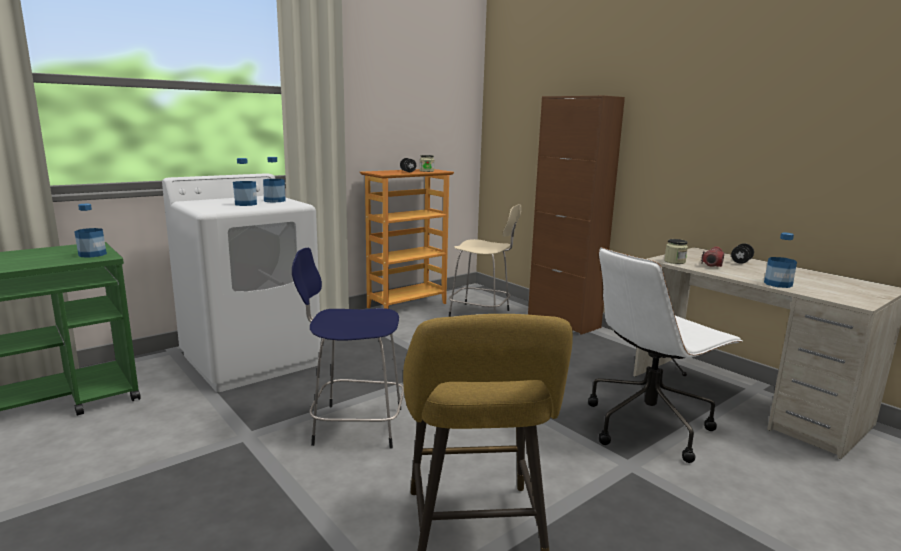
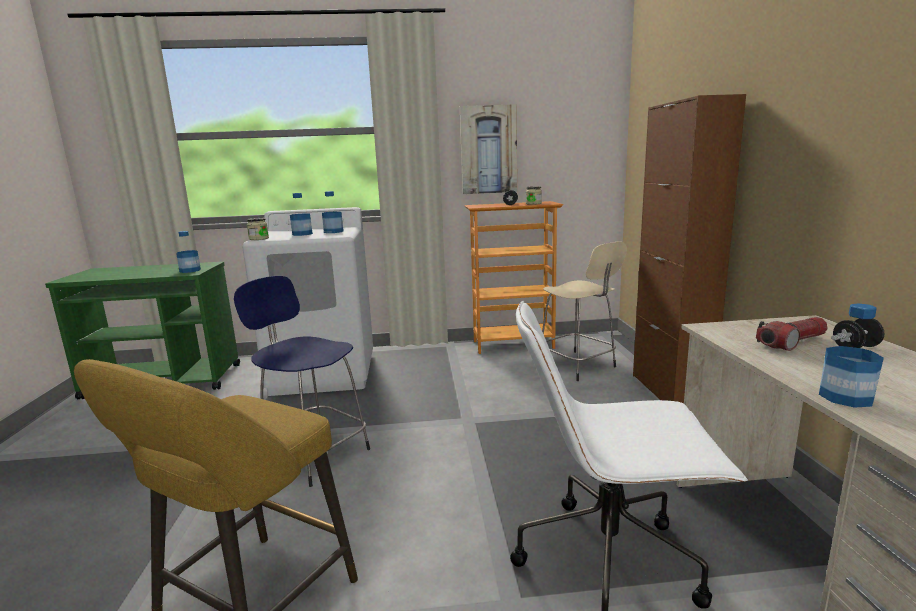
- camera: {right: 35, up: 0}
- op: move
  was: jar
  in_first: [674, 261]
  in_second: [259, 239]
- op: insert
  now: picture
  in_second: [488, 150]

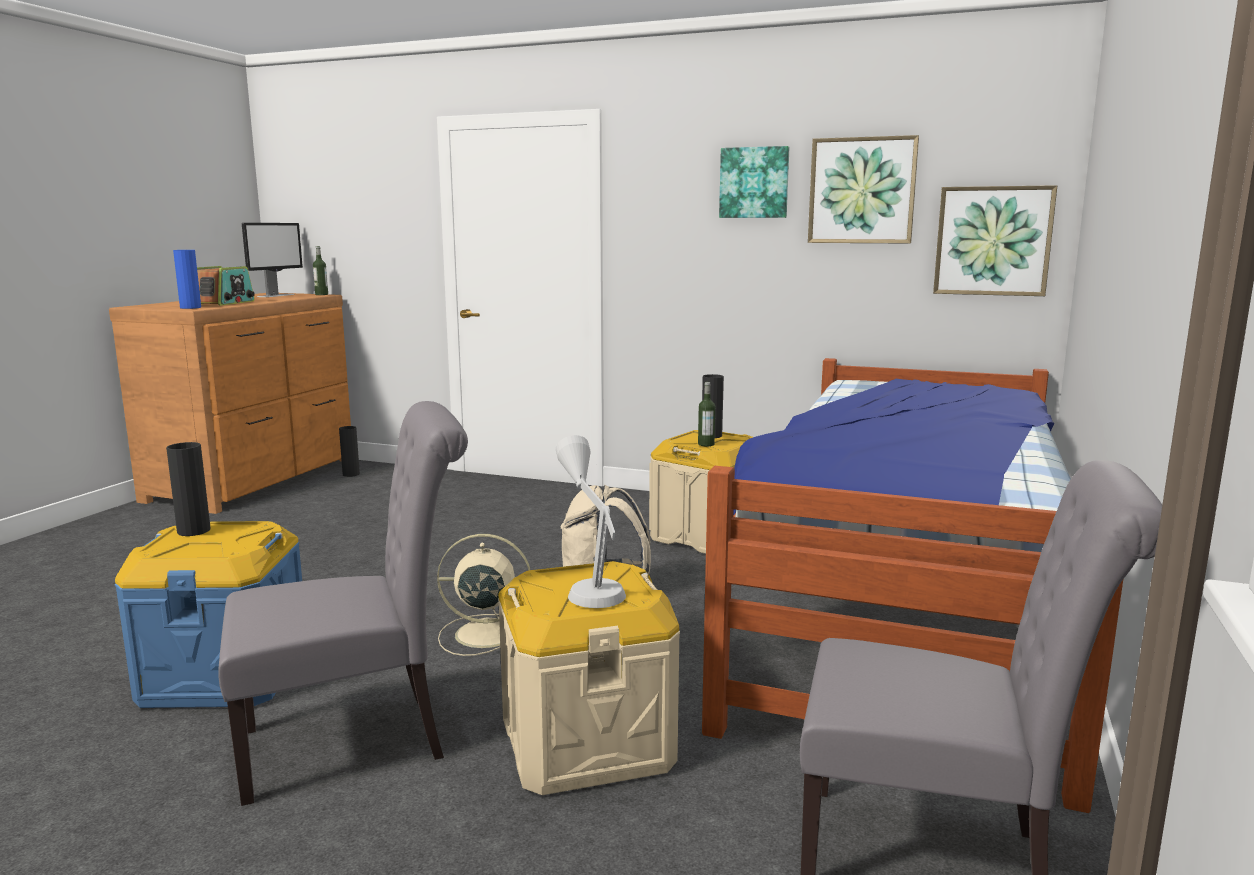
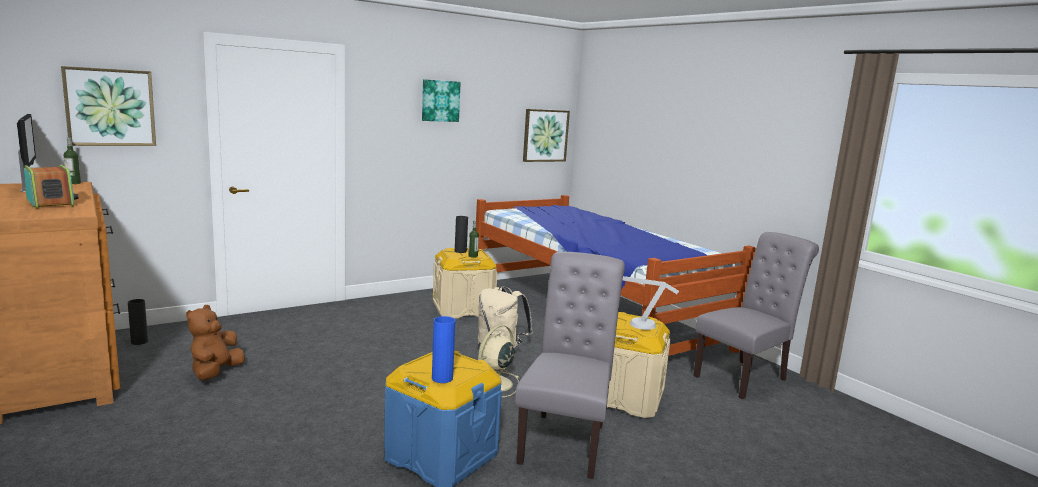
- camera: {right: -55, up: 0}
- op: delete
  was: black vase
  in_first: [194, 531]
- op: move
  was: blue vase
  in_first: [190, 307]
  in_second: [442, 378]
- op: move
  was: picture
  in_first: [862, 191]
  in_second: [110, 107]
- op: insert
  now: brown plush toy
  in_second: [215, 373]

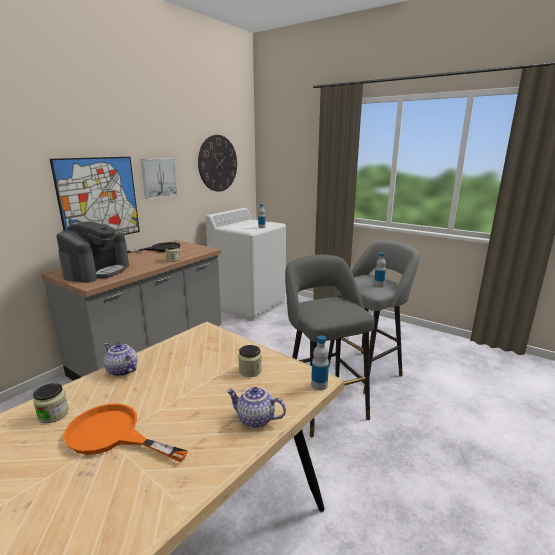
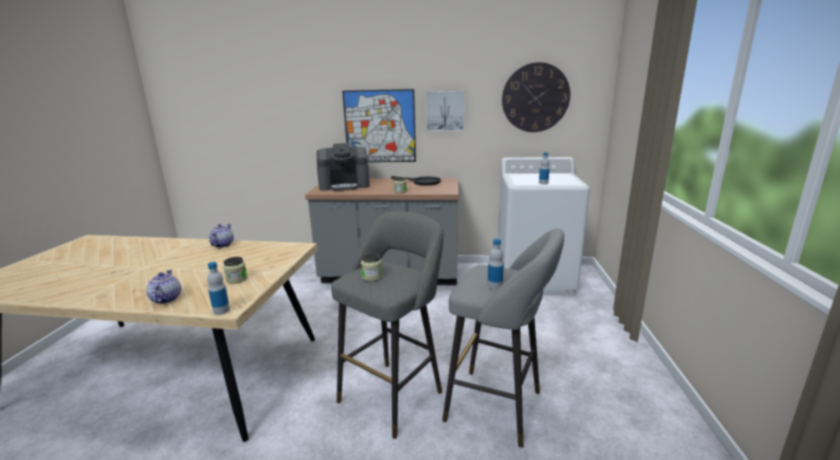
- camera: {right: 60, up: 0}
- op: move
  was: jar
  in_first: [53, 414]
  in_second: [372, 276]
- op: delete
  was: orange frying pan
  in_first: [113, 435]

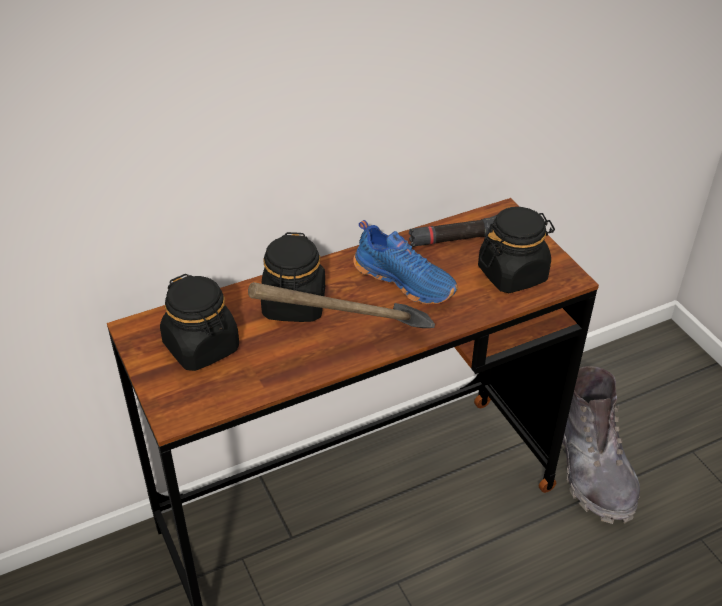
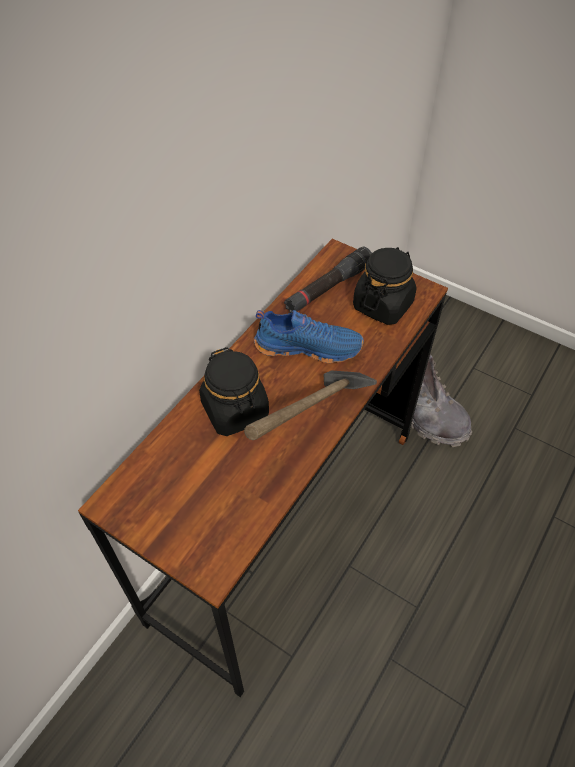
- camera: {right: -30, up: 10}
- op: delete
  was: black jar
  in_first: [202, 347]

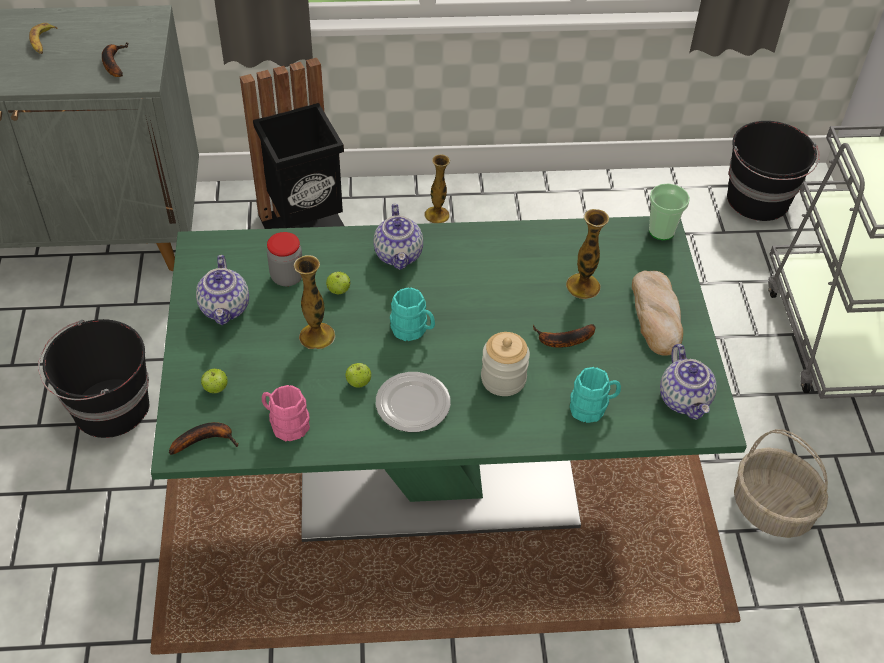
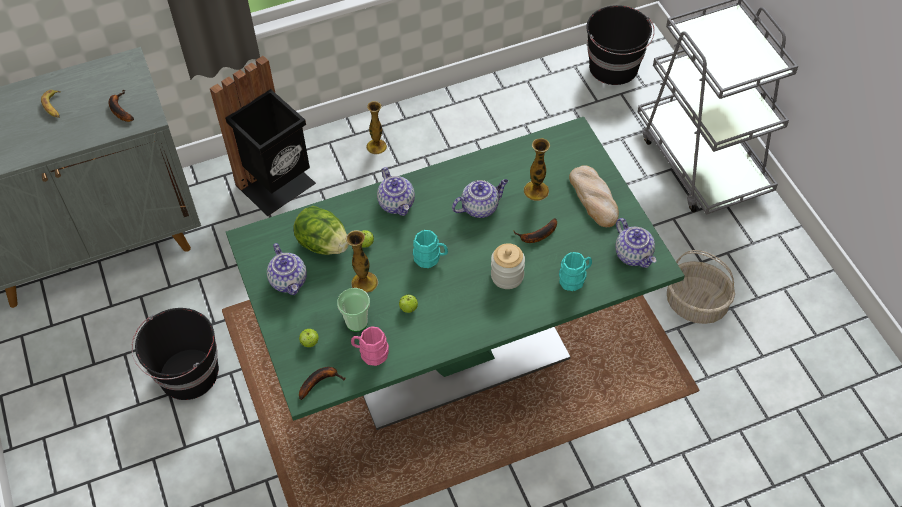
- camera: {right: -15, up: 5}
- op: replace
  was: jar
  now: lettuce
  in_first: [287, 277]
  in_second: [323, 244]
- op: delete
  was: plate
  in_first: [413, 405]
- op: move
  was: cup
  in_first: [661, 231]
  in_second: [356, 322]
- op: insert
  now: teapot
  in_second: [480, 207]

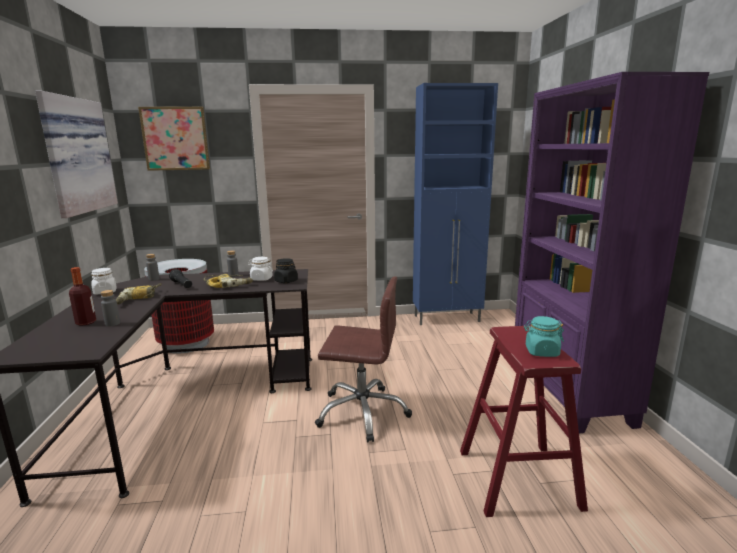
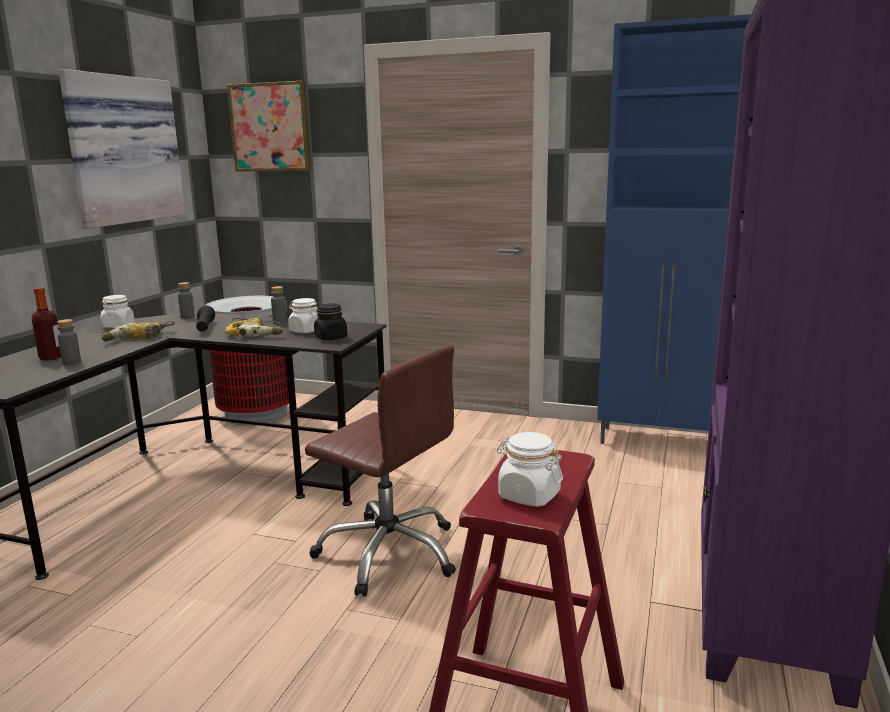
- camera: {right: 25, up: 0}
- op: recolor
  was: turquoise jar
  now: white jar
  in_first: [541, 352]
  in_second: [528, 495]

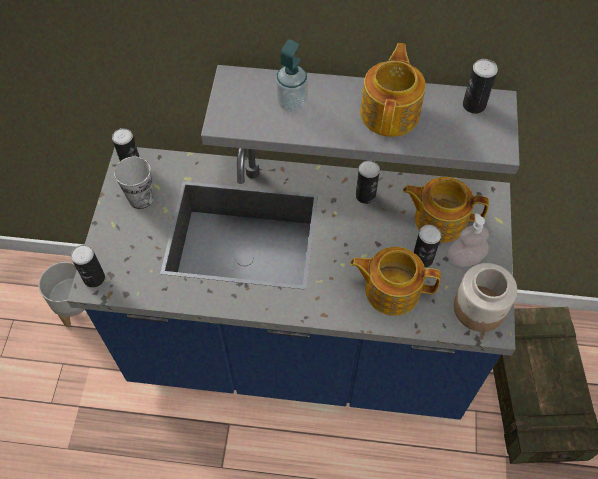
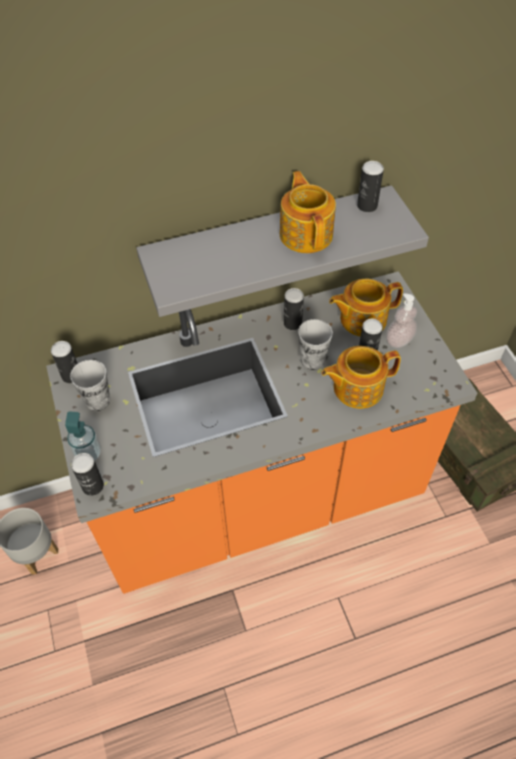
- camera: {right: -25, up: -5}
- op: recolor
  was: blue counter
  now: orange counter
  in_first: [298, 350]
  in_second: [260, 499]
- op: move
  was: soap dispenser
  in_first: [292, 102]
  in_second: [88, 454]
- op: delete
  was: jar
  in_first: [479, 308]
- op: insert
  now: cup
  in_second: [312, 360]

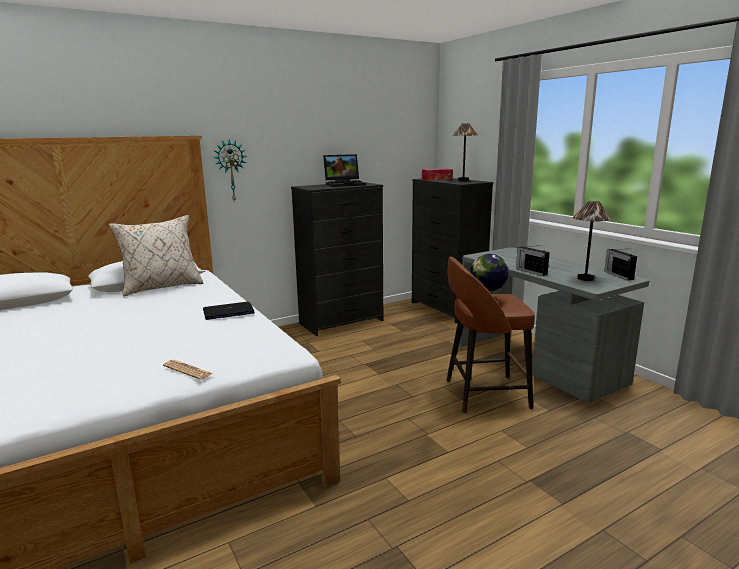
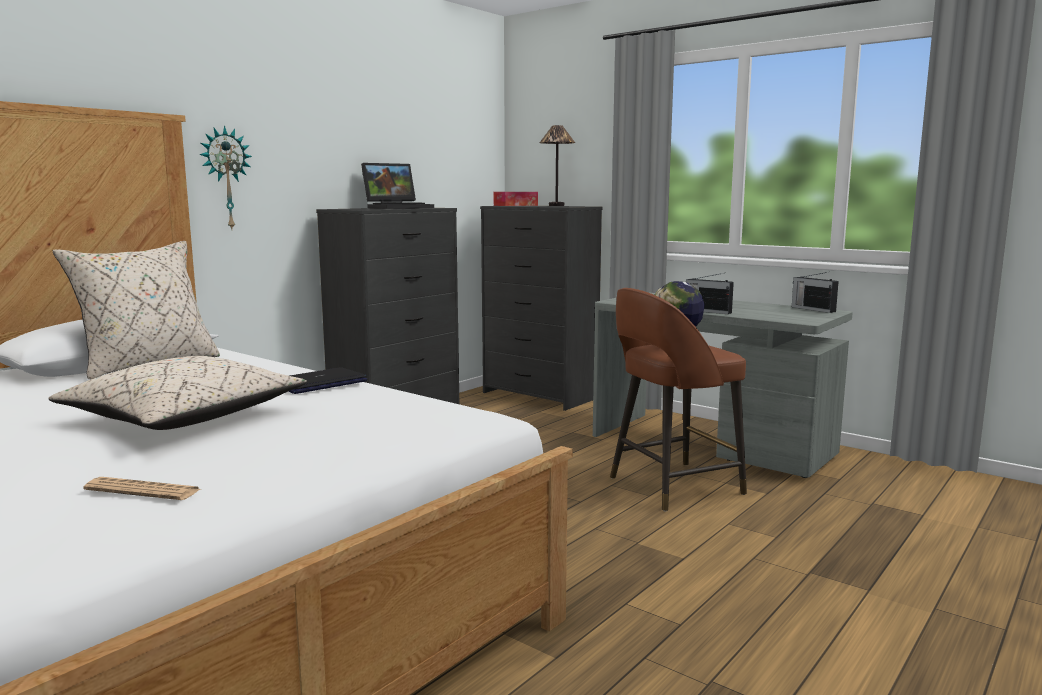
- camera: {right: -20, up: -5}
- op: move
  was: newspaper
  in_first: [187, 370]
  in_second: [143, 490]
- op: delete
  was: table lamp
  in_first: [585, 278]
- op: insert
  now: beige pillow
  in_second: [183, 418]

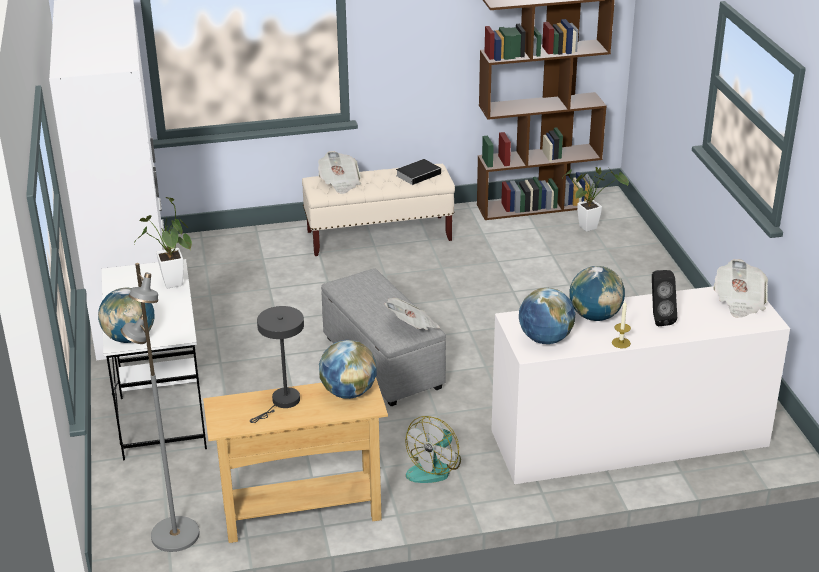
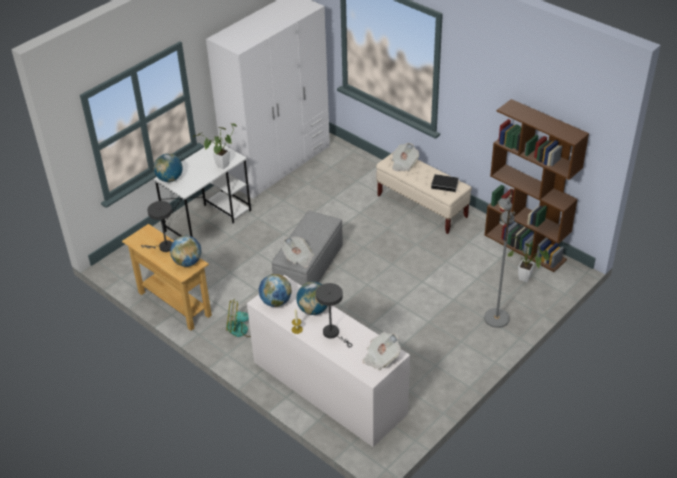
- camera: {right: 55, up: 10}
- op: move
  was: grey floor lamp
  in_first: [174, 535]
  in_second: [496, 318]
- op: replace
  was: black speaker
  now: grey table lamp
  in_first: [658, 319]
  in_second: [333, 334]

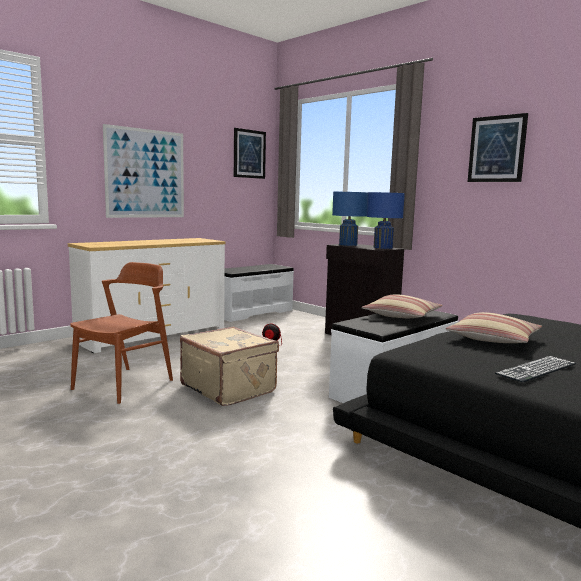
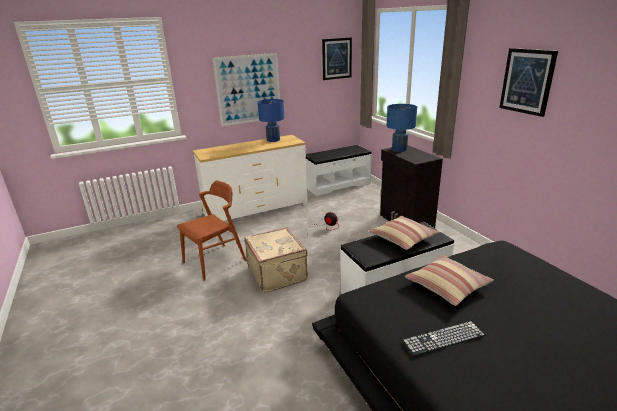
- camera: {right: 20, up: 15}
- op: move
  was: blue table lamp
  in_first: [382, 247]
  in_second: [273, 140]

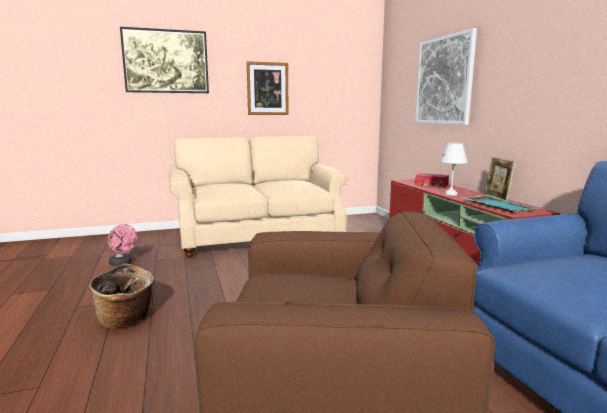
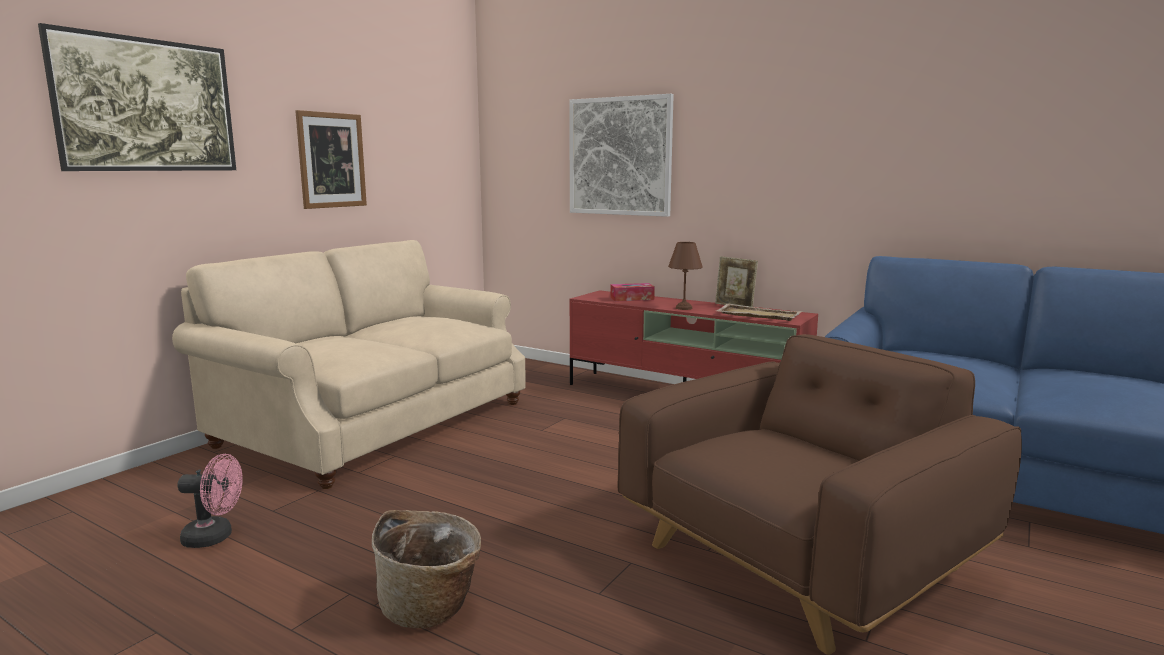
- camera: {right: -40, up: 0}
- op: recolor
  was: white table lamp
  now: brown table lamp
  in_first: [451, 194]
  in_second: [684, 308]
- op: recolor
  was: turquoise tray
  now: beige tray
  in_first: [497, 205]
  in_second: [757, 315]

